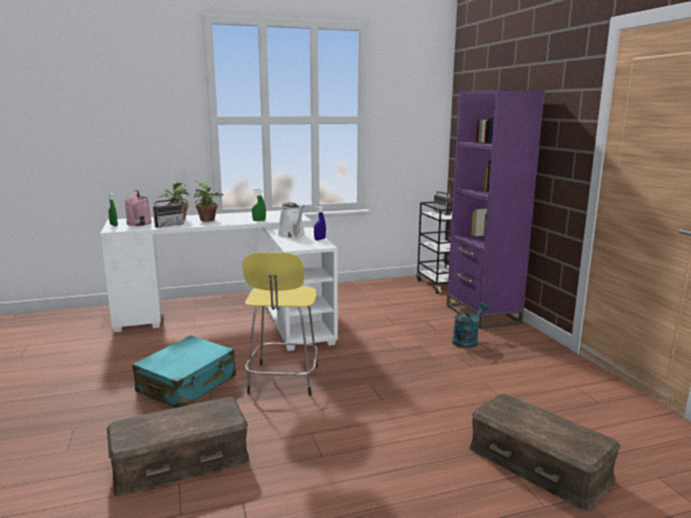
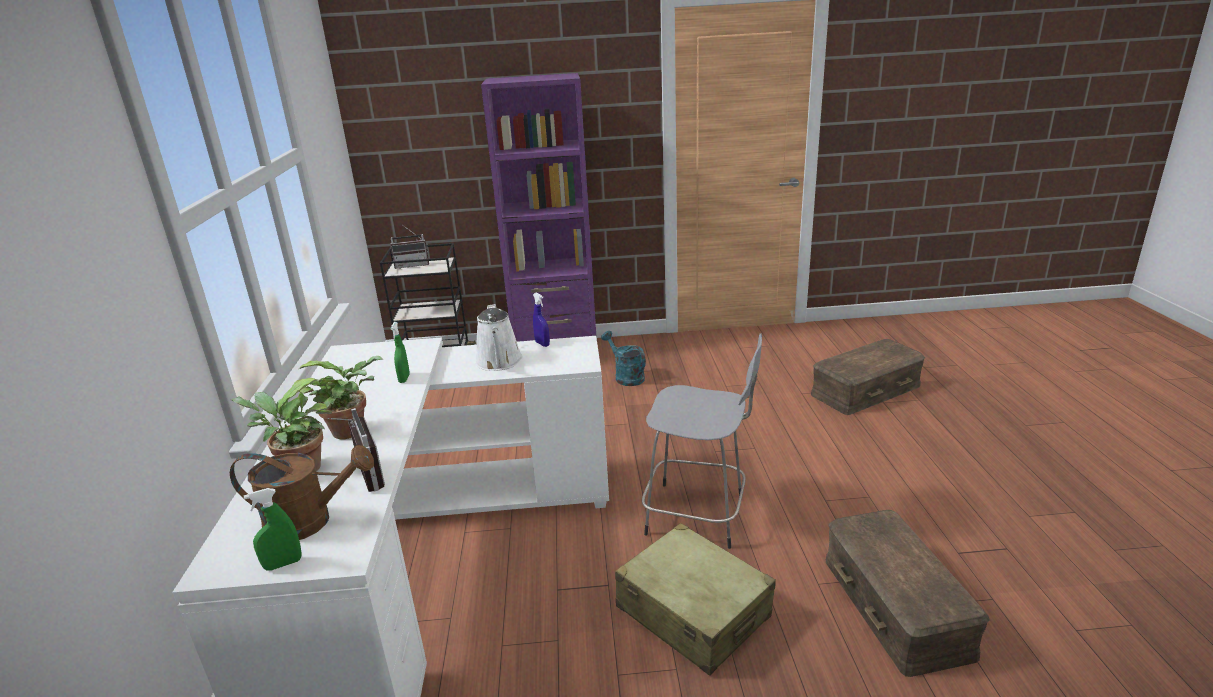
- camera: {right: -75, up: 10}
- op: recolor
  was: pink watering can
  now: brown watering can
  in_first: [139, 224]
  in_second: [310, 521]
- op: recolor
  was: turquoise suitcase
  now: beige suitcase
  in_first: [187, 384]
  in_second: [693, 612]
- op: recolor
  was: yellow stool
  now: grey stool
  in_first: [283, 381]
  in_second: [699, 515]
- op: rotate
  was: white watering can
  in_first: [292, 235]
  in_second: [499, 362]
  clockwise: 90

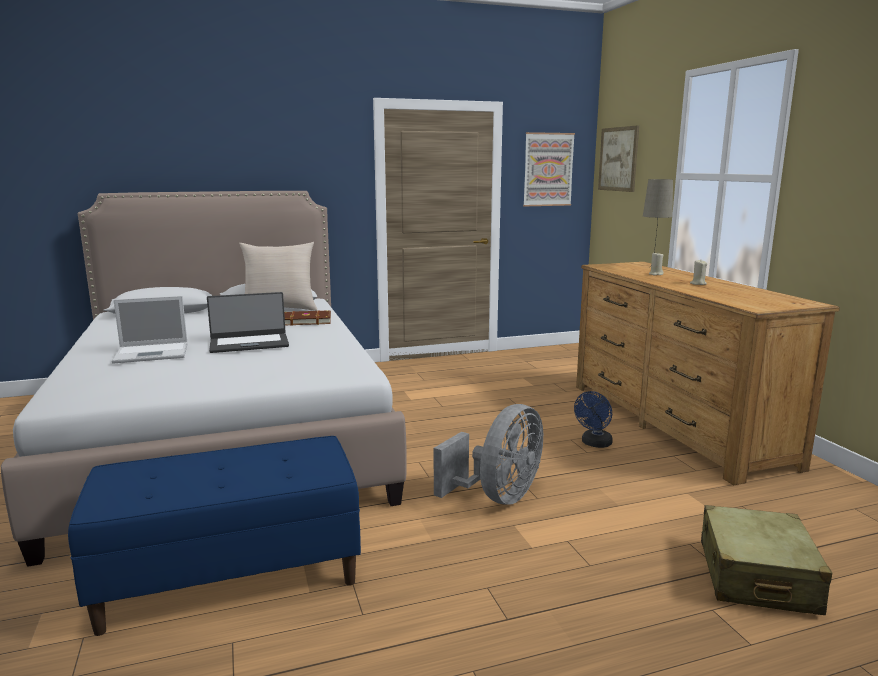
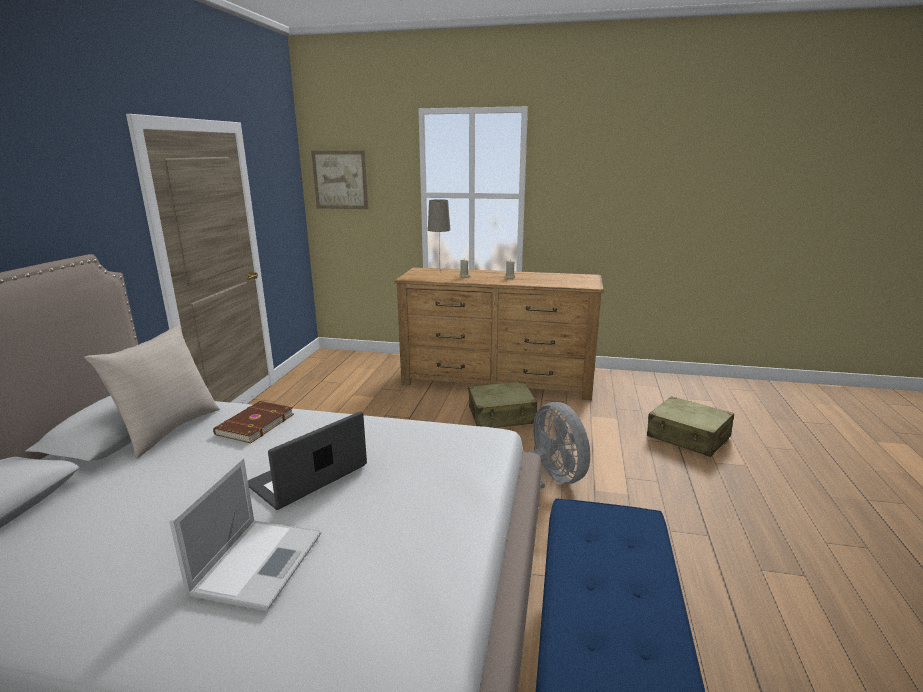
- camera: {right: -60, up: 5}
- op: rotate
  was: laptop
  in_first: [249, 343]
  in_second: [309, 476]
  clockwise: -150
- op: delete
  was: picture
  in_first: [548, 169]
- op: replace
  was: blue fan
  now: beige suitcase
  in_first: [594, 444]
  in_second: [502, 416]

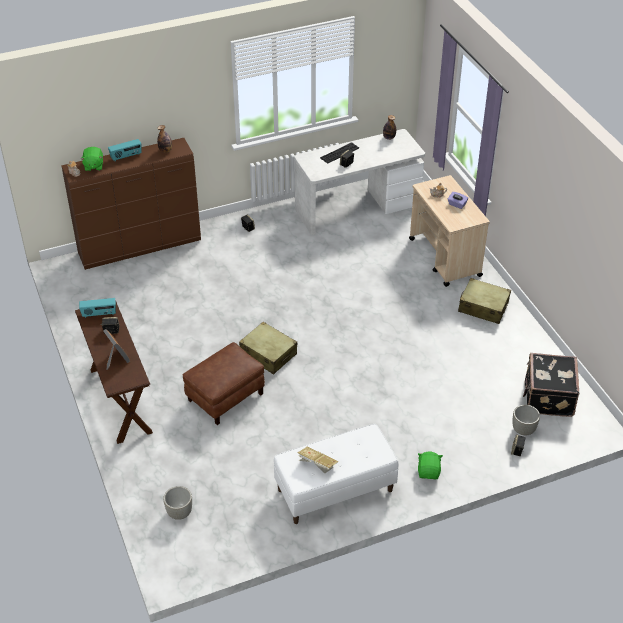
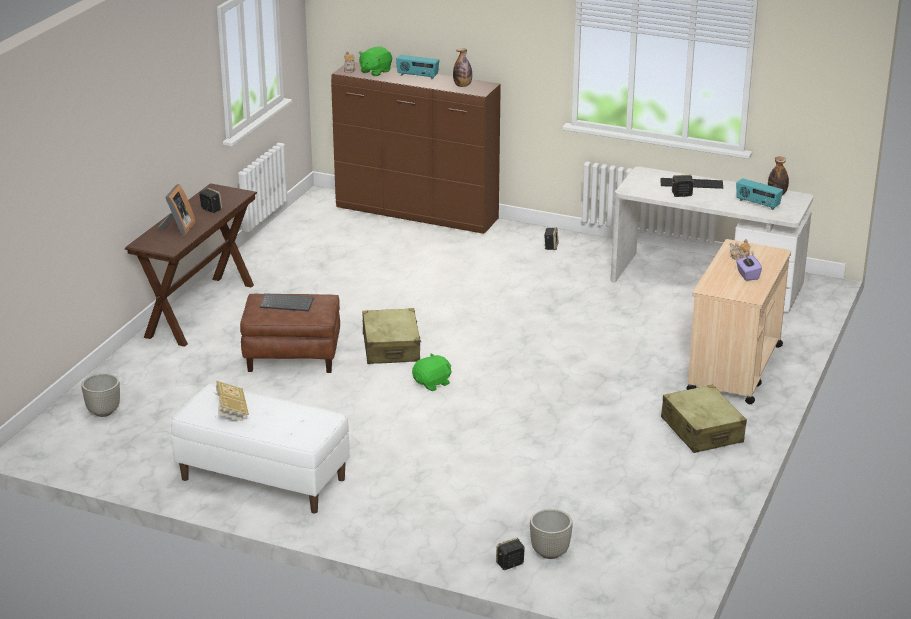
- camera: {right: 45, up: -15}
- op: move
  was: radio
  in_first: [99, 314]
  in_second: [757, 204]
- op: move
  was: green plush toy
  in_first: [429, 472]
  in_second: [432, 383]
- op: delete
  was: black suitcase
  in_first: [547, 397]
- op: insert
  now: keyboard
  in_second: [287, 303]

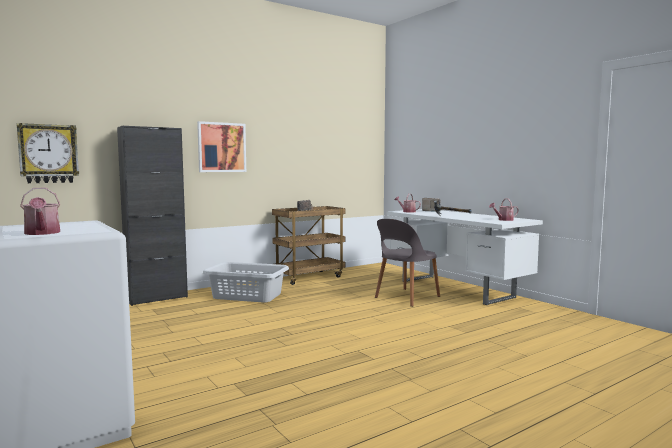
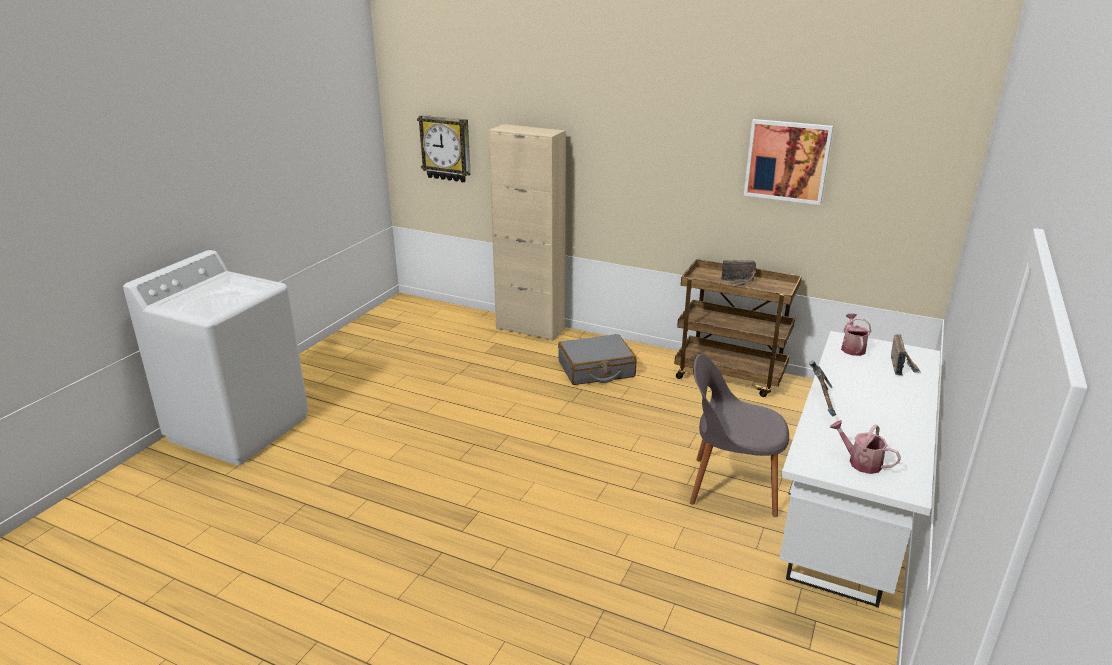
- camera: {right: 60, up: 20}
- op: delete
  was: watering can
  in_first: [42, 233]
- op: recolor
  was: black cabinet
  now: beige cabinet
  in_first: [157, 298]
  in_second: [530, 329]
- op: move
  was: picture
  in_first: [221, 147]
  in_second: [787, 161]
- op: replace
  was: grey laundry basket
  now: grey suitcase
  in_first: [247, 296]
  in_second: [596, 370]

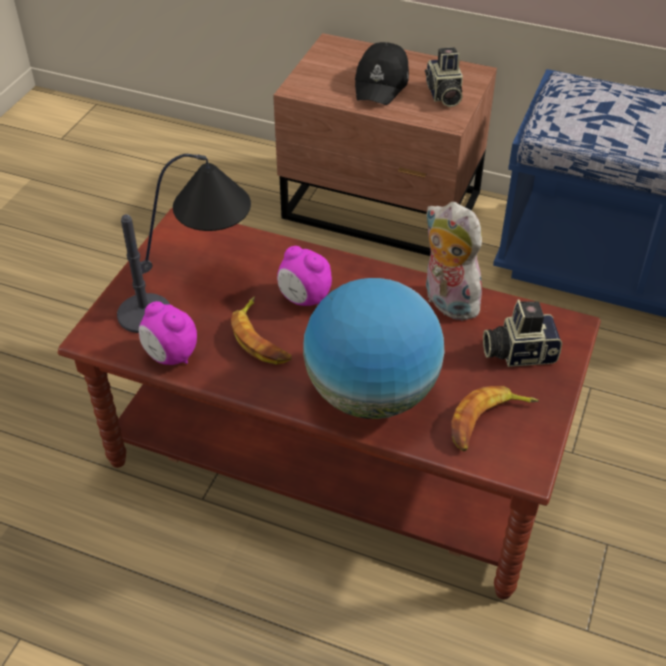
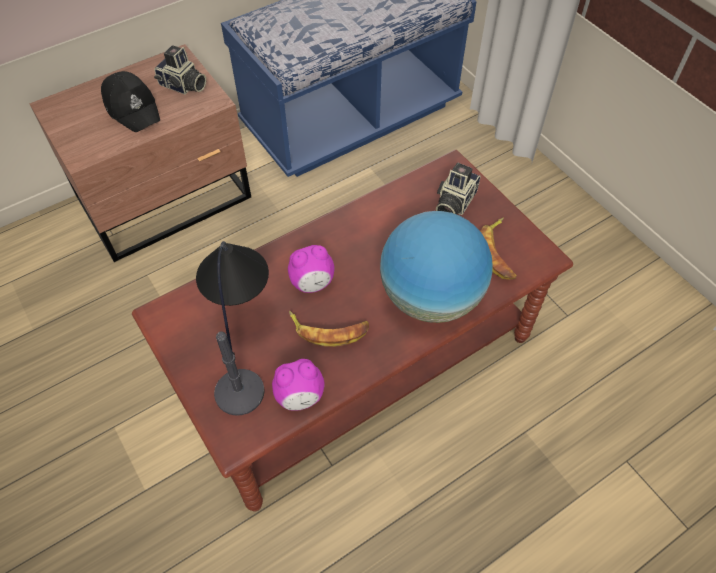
- camera: {right: -55, up: 10}
- op: delete
  was: plush toy
  in_first: [446, 302]

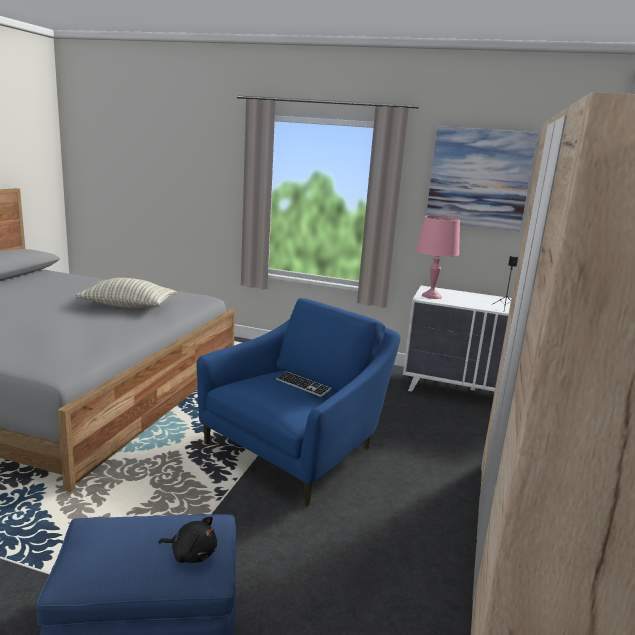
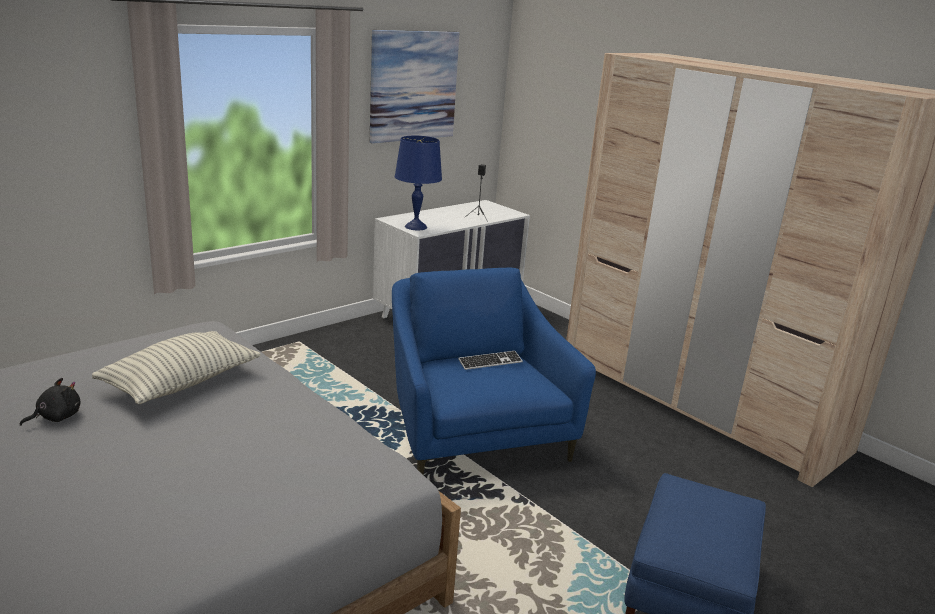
- camera: {right: -60, up: 5}
- op: move
  was: black plush toy
  in_first: [192, 553]
  in_second: [56, 417]
- op: recolor
  was: pink table lamp
  now: blue table lamp
  in_first: [431, 296]
  in_second: [416, 227]

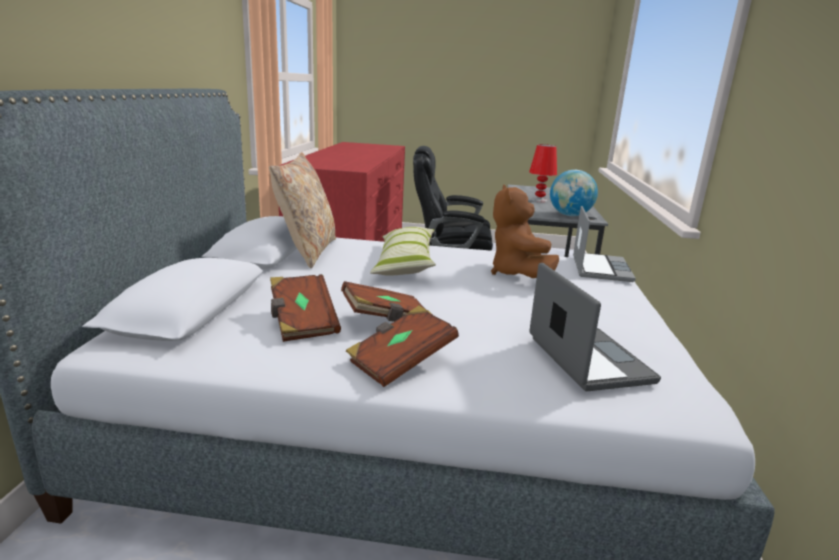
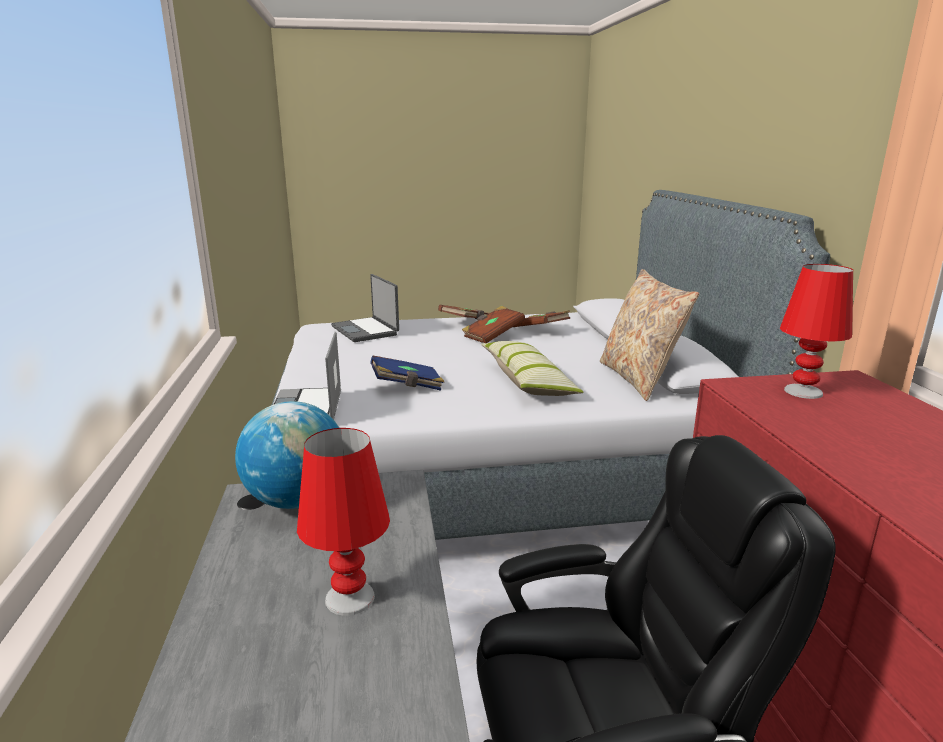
- camera: {right: 165, up: 0}
- op: replace
  was: brown plush toy
  now: blue book
  in_first: [518, 274]
  in_second: [407, 386]
- op: insert
  now: red table lamp
  in_second: [803, 392]

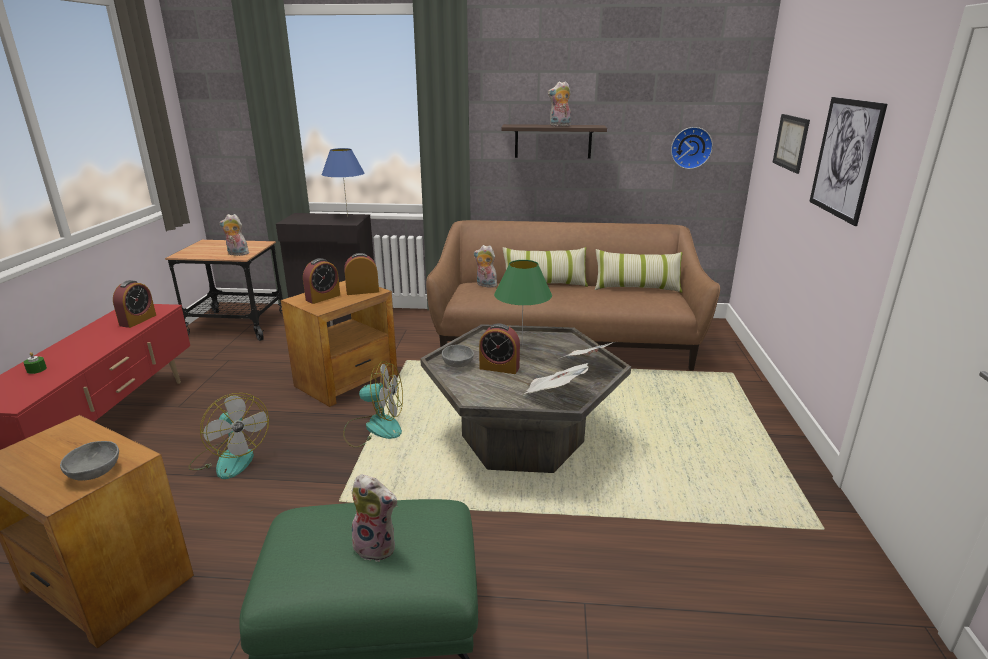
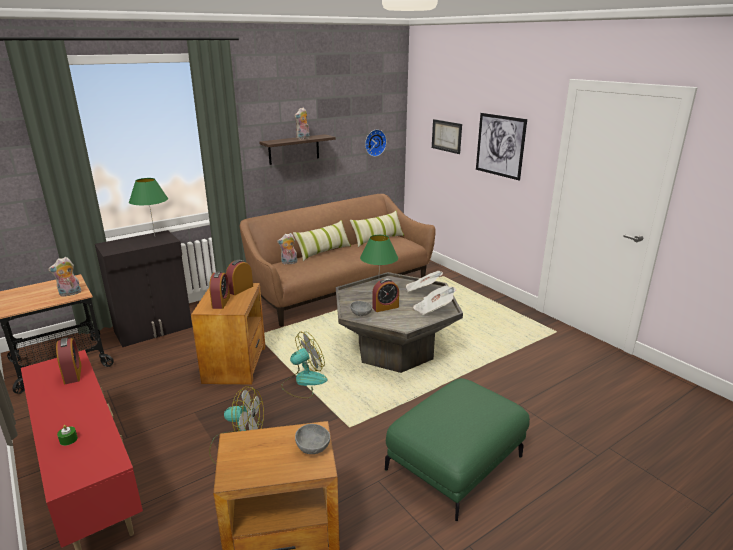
- camera: {right: -40, up: 0}
- op: recolor
  was: blue table lamp
  now: green table lamp
  in_first: [347, 217]
  in_second: [155, 236]
- op: delete
  was: plush toy
  in_first: [377, 546]

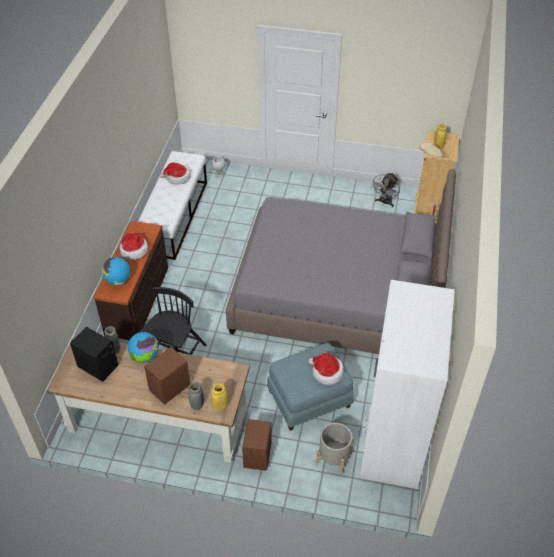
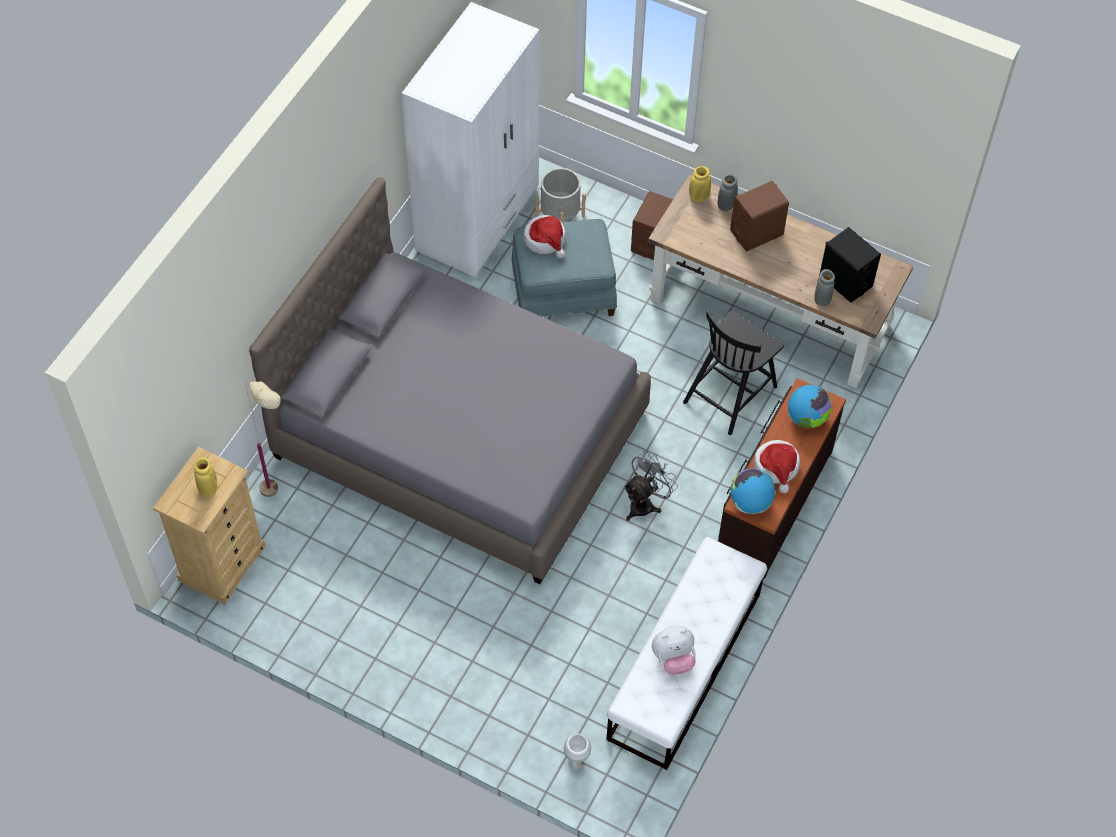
- camera: {right: -165, up: 10}
- op: move
  was: globe
  in_first: [145, 356]
  in_second: [750, 502]
- op: replace
  was: hat
  now: plush toy
  in_first: [177, 177]
  in_second: [673, 659]
- op: move
  was: grey fan
  in_first: [384, 202]
  in_second: [645, 503]

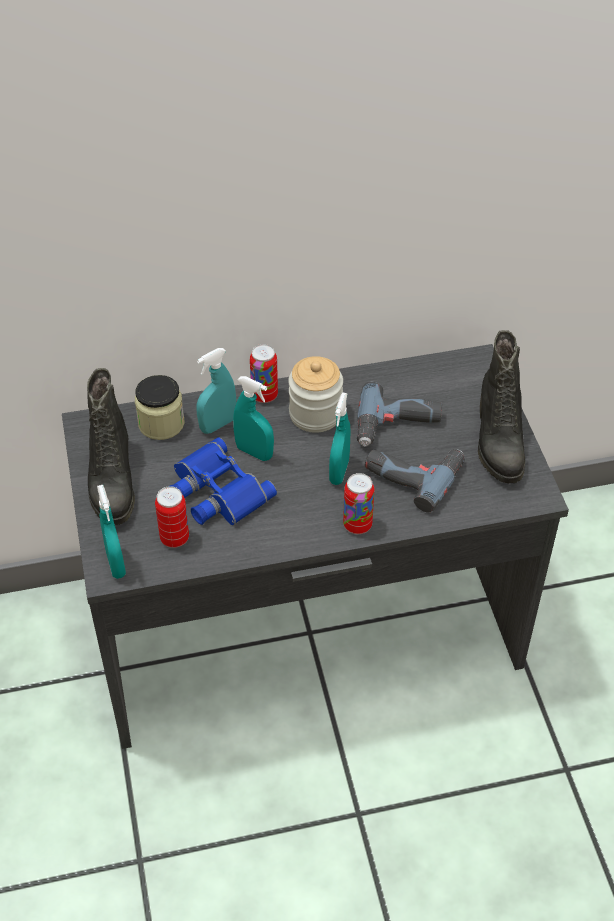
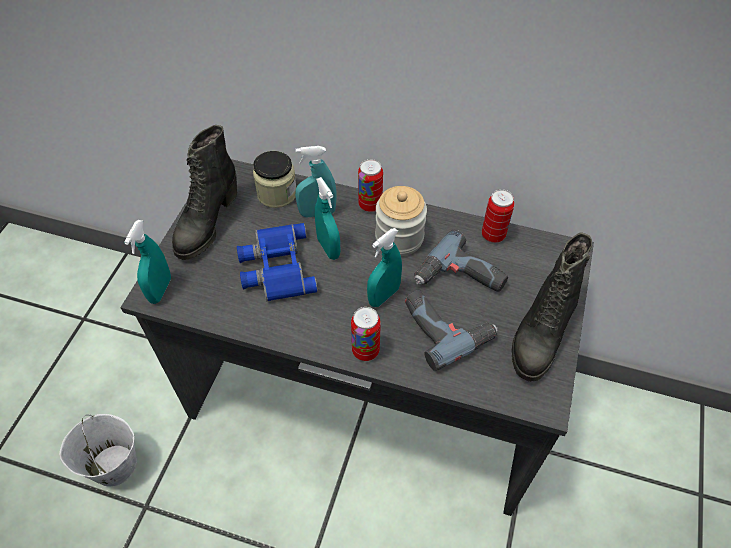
- camera: {right: 30, up: 5}
- op: move
  was: can
  in_first: [174, 538]
  in_second: [493, 235]
- op: insert
  now: white bucket
  in_second: [114, 465]

